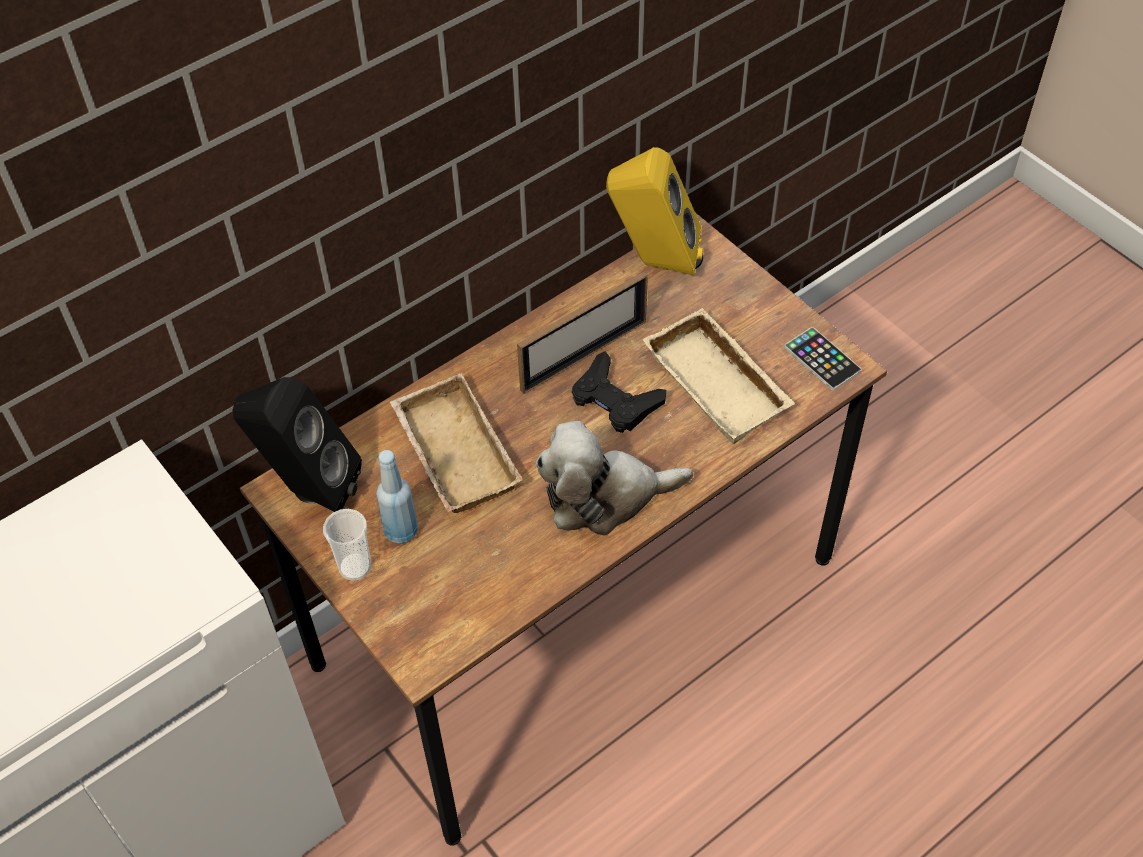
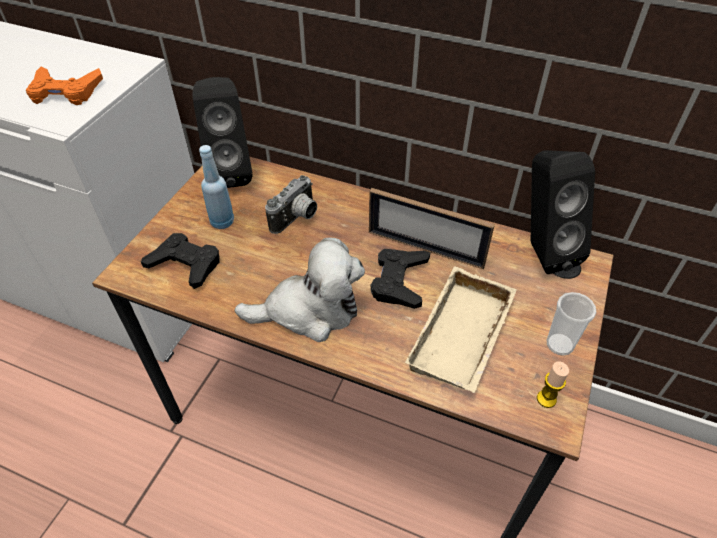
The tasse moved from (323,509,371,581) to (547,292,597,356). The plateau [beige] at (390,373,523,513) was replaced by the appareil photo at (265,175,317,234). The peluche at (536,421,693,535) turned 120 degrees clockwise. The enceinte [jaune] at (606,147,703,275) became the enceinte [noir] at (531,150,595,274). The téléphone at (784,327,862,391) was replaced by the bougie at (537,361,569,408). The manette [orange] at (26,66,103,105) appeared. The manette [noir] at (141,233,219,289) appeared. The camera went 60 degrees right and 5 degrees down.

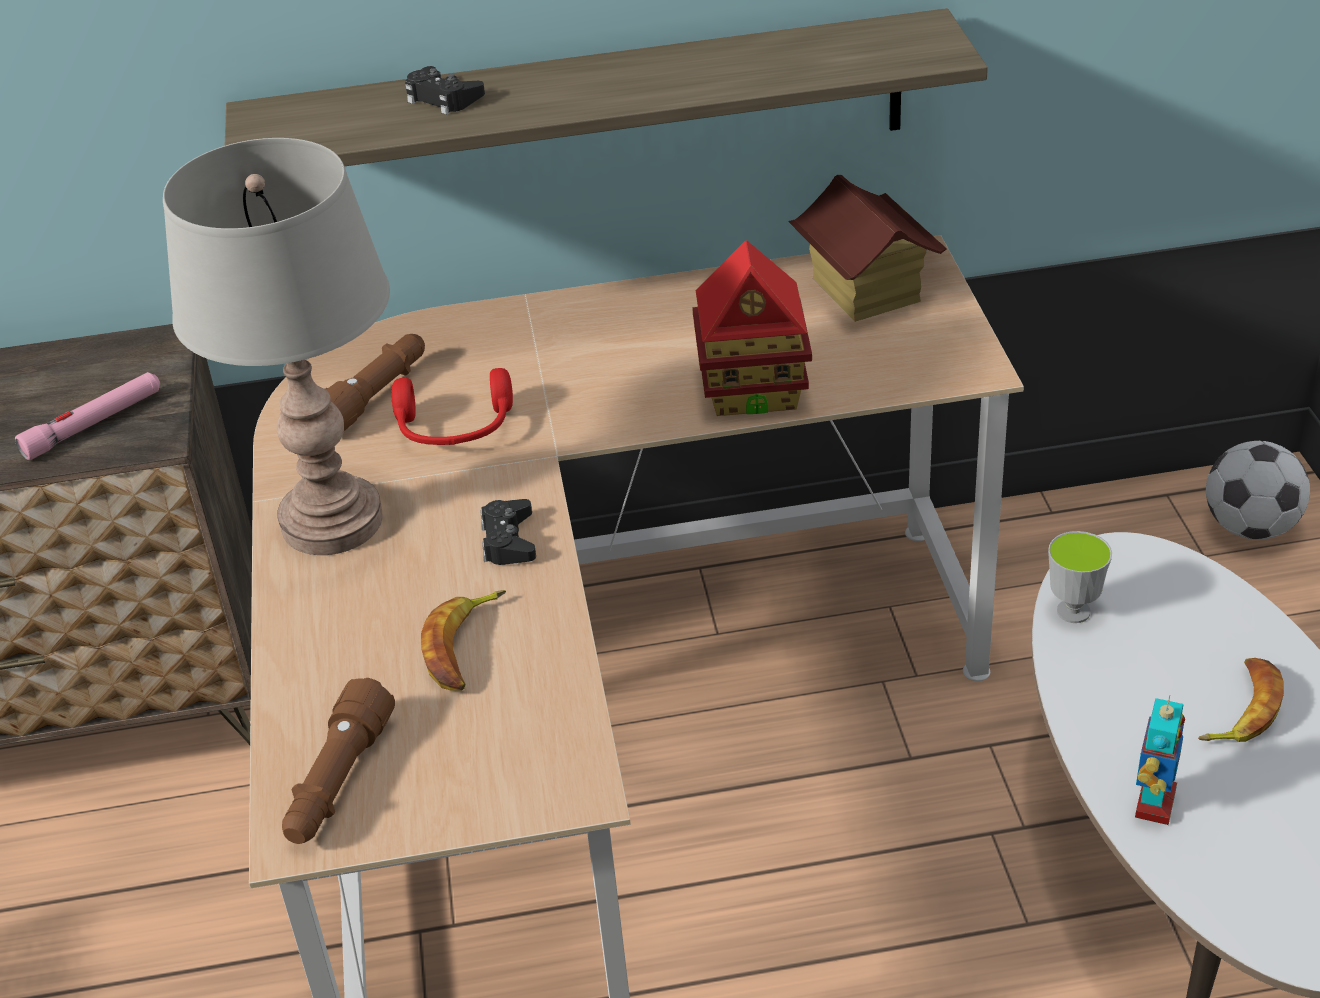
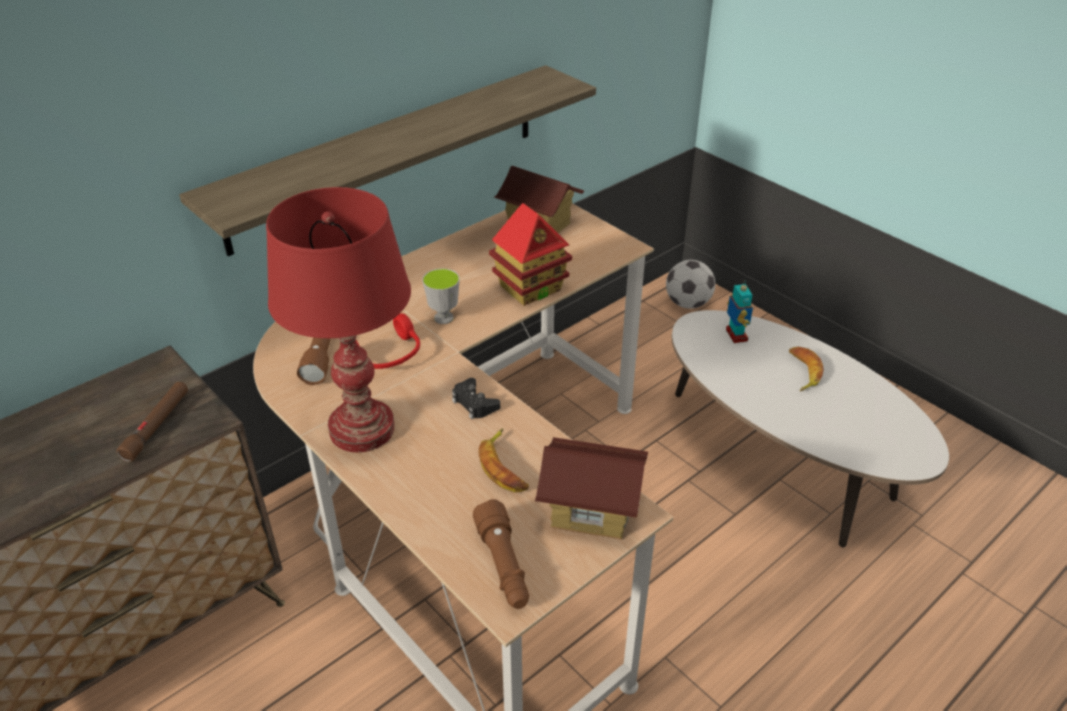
The lampe de poche [rose] at (15,372,160,460) became the lampe de poche [marron] at (116,382,188,462). The lampe de table [gris] at (163,138,390,555) became the lampe de table [rouge] at (266,187,411,452). The manette [noir] at (405,66,485,115) disappeared. The tasse moved from (1048,531,1112,623) to (422,268,460,324). The robot jouet moved from (1135,695,1185,825) to (726,280,753,343). The maison miniature at (535,437,648,540) appeared. The camera went 35 degrees left and 0 degrees up.

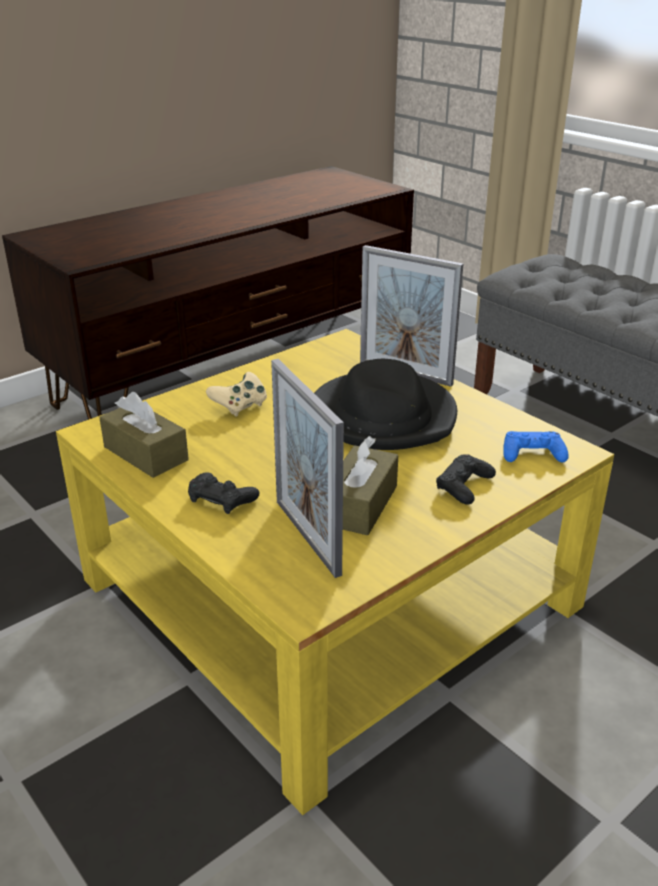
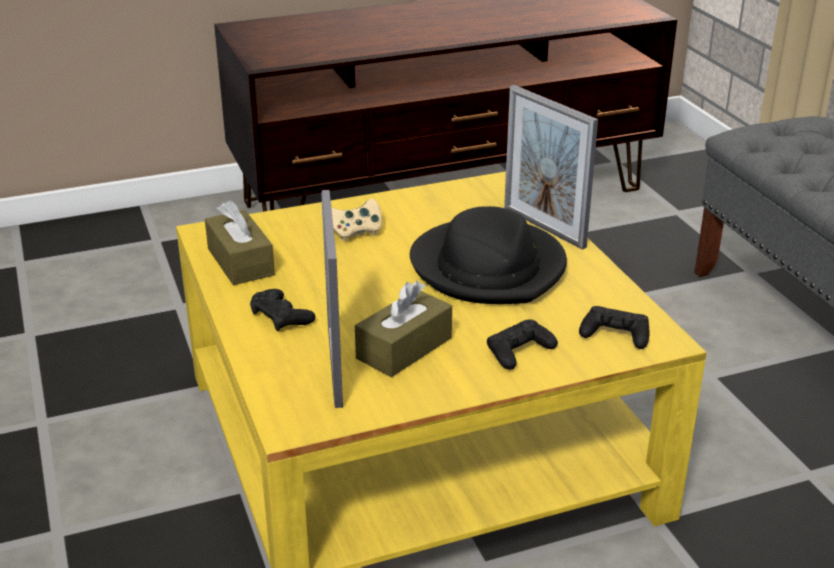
The manette [bleu] at (503,431,569,463) became the manette [noir] at (579,306,650,349). The camera went 20 degrees right and 0 degrees up.

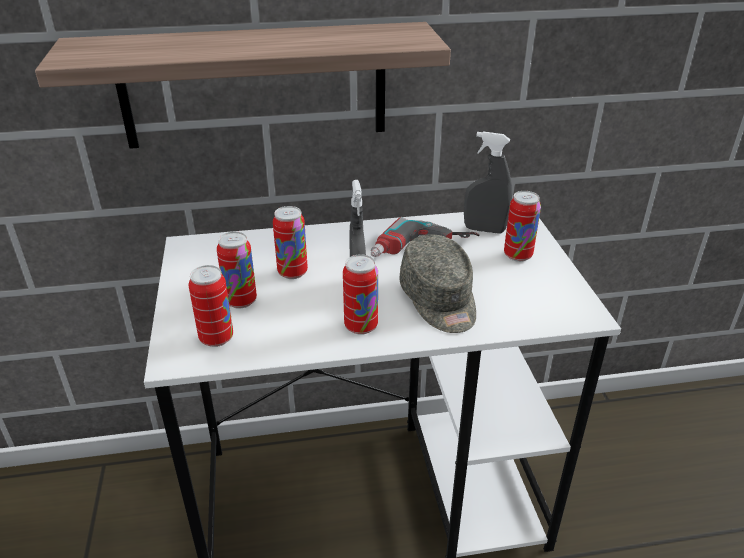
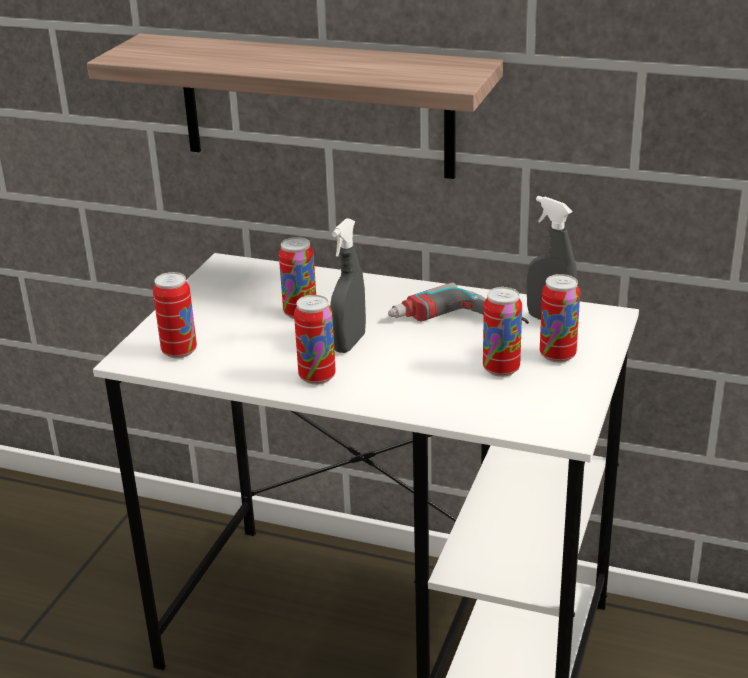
The boîte métallique moved from (217,232,257,309) to (483,287,522,377). The casquette [gris] at (399,234,476,333) disappeared. The camera went 30 degrees right and 5 degrees down.

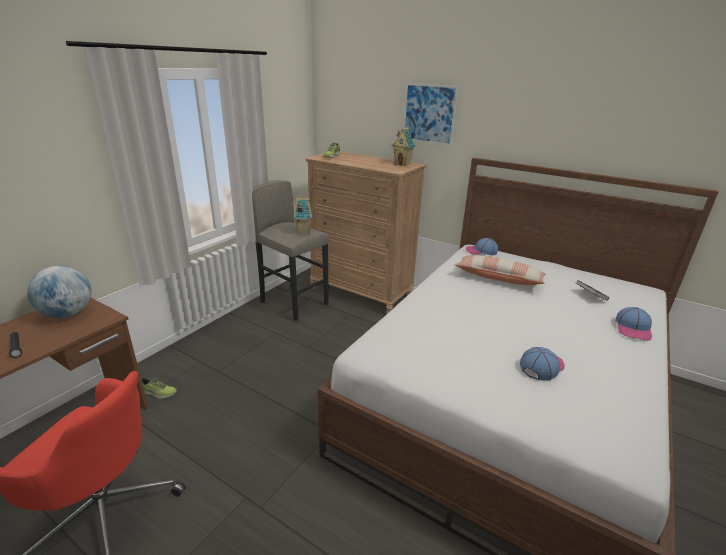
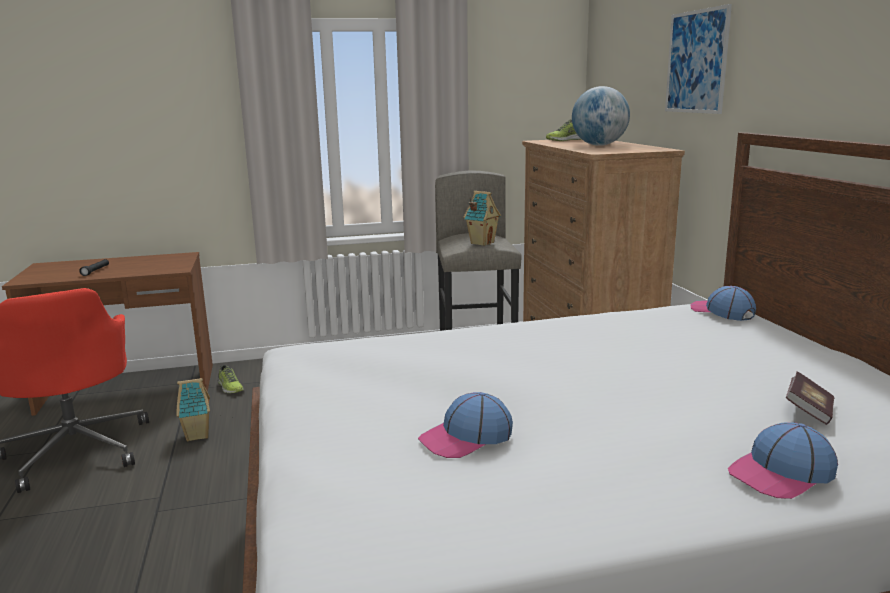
The globe moved from (27,265,91,318) to (572,86,630,146). The maison miniature moved from (391,127,416,166) to (176,378,210,441). The coussin at (455,255,545,285) disappeared. The casquette at (520,347,565,380) turned 150 degrees clockwise. The camera went 45 degrees right and 10 degrees down.

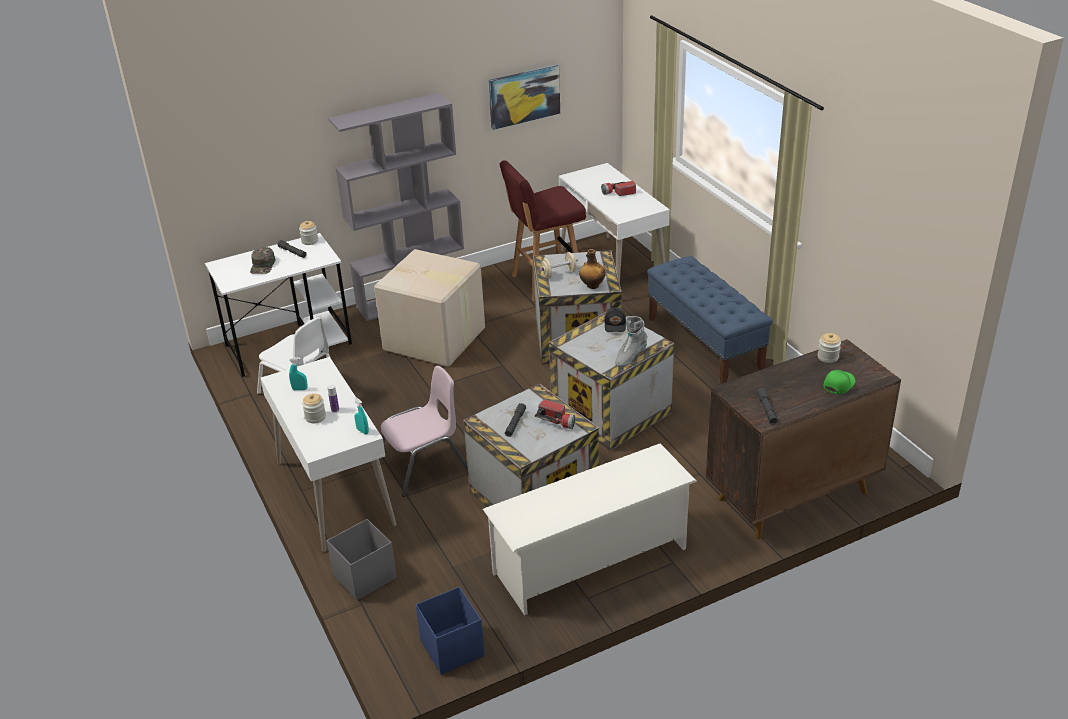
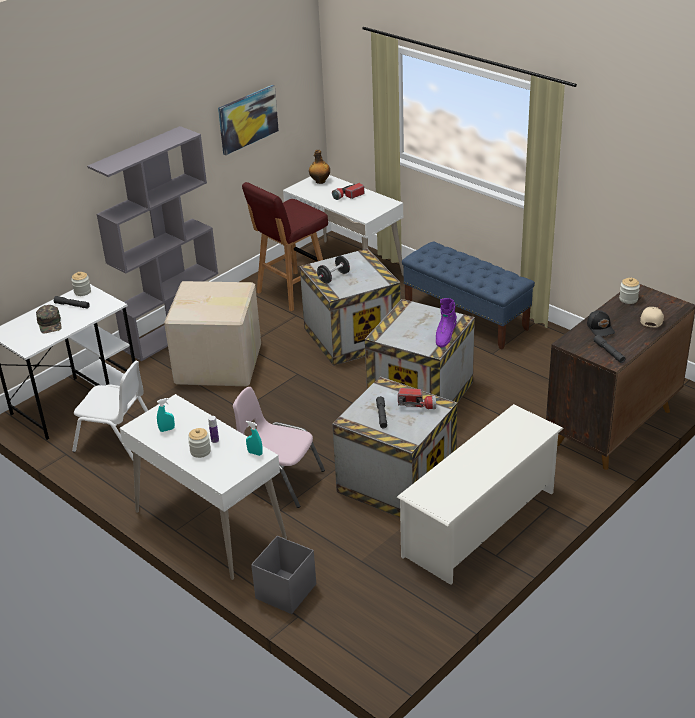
The chaise [rose] at (379,366,468,497) turned 105 degrees counterclockwise. The boîte de rangement [bleu] at (416,587,485,675) disappeared. The haltère [beige] at (539,252,578,278) became the haltère [noir] at (317,256,350,284). The bouteille moved from (579,249,606,289) to (309,150,330,184). The casquette [noir] moved from (605,308,626,332) to (587,310,615,337). The botte [gris] at (615,316,648,367) became the botte [violet] at (436,298,457,348). The casquette [vert] at (823,370,855,394) became the casquette [beige] at (640,307,664,327). The camera went 20 degrees left and 0 degrees up.

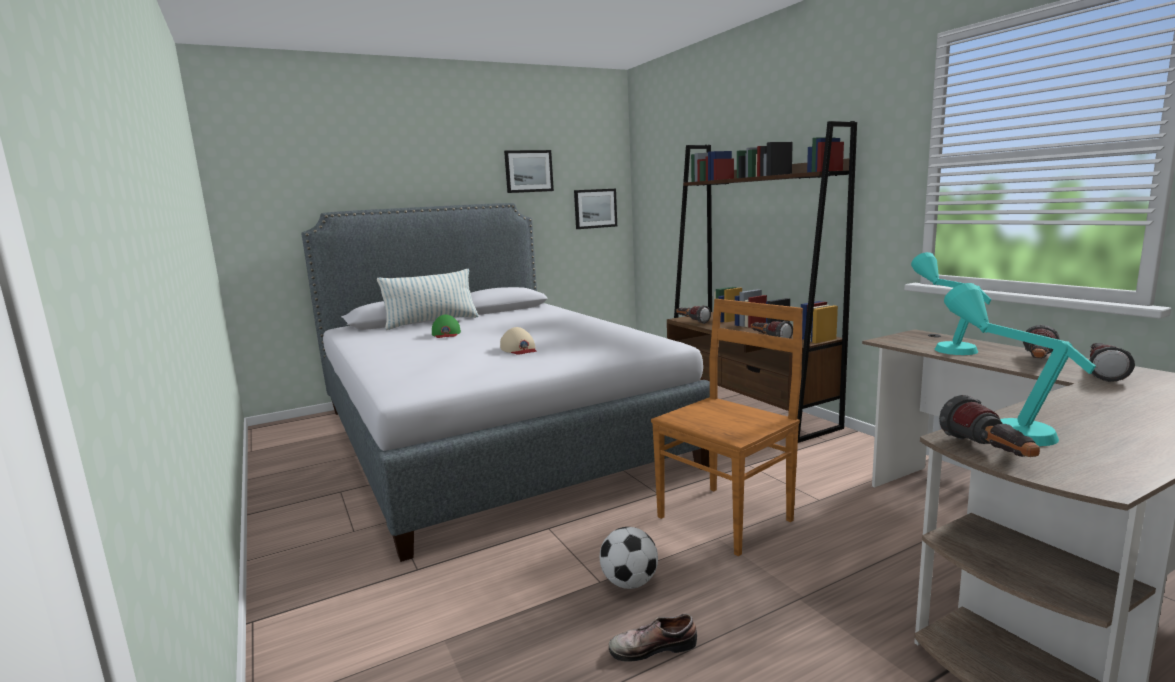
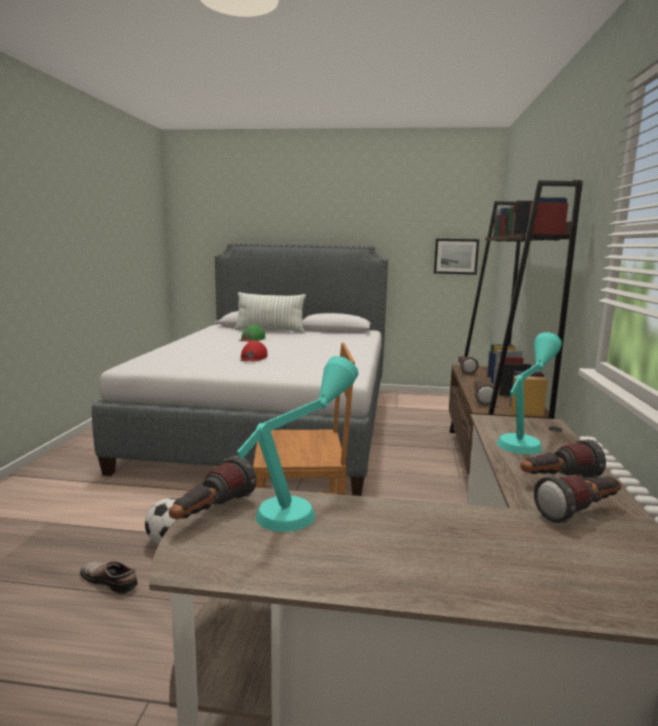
The casquette [beige] at (500,327,536,355) became the casquette [rouge] at (241,341,267,362). The tableau at (504,150,554,193) disappeared. The camera went 35 degrees right and 0 degrees up.

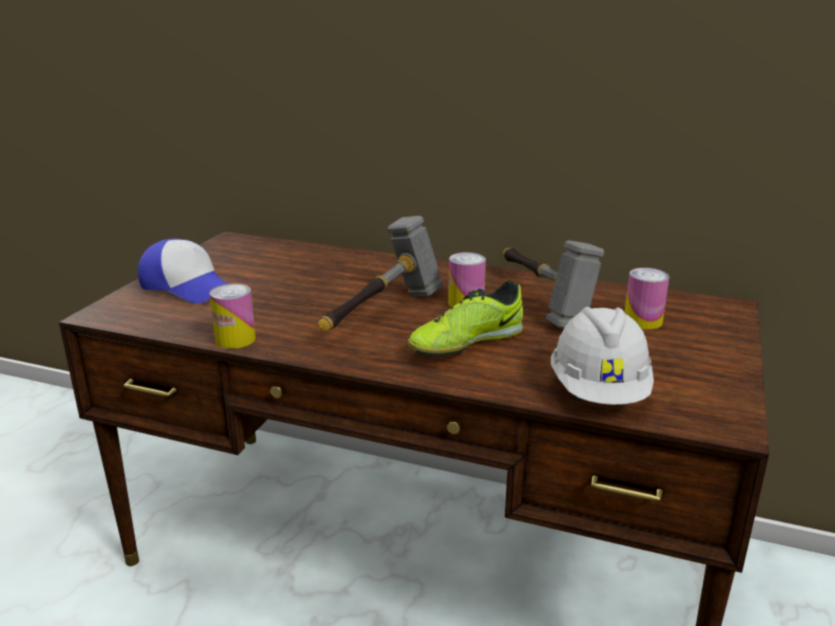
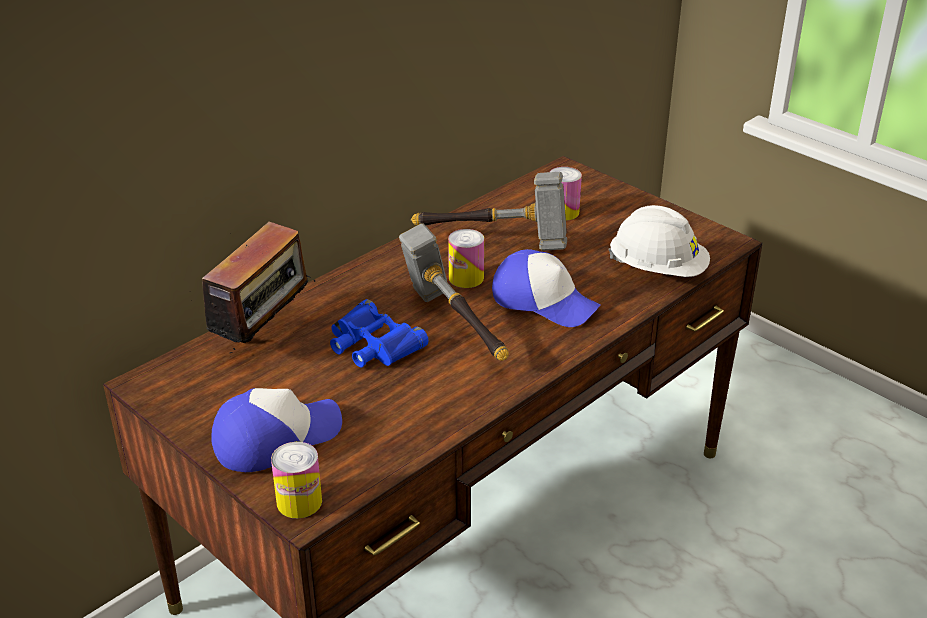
The boîte métallique moved from (209,283,256,349) to (271,442,322,518). The chaussure at (407,280,523,356) was replaced by the casquette at (492,249,600,327). The radio at (189,222,316,357) appeared. The jumelles [bleu] at (330,299,428,367) appeared. The camera went 65 degrees left and 10 degrees up.

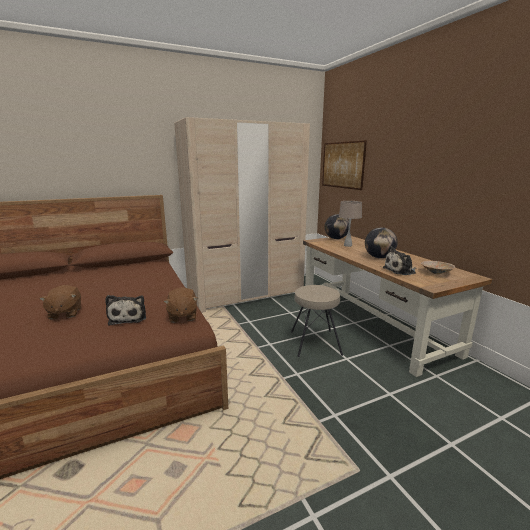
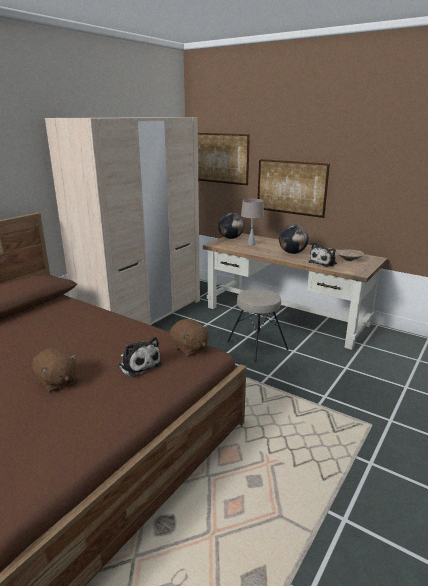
The tableau at (258,159,330,218) appeared. The camera went 30 degrees left and 5 degrees up.

